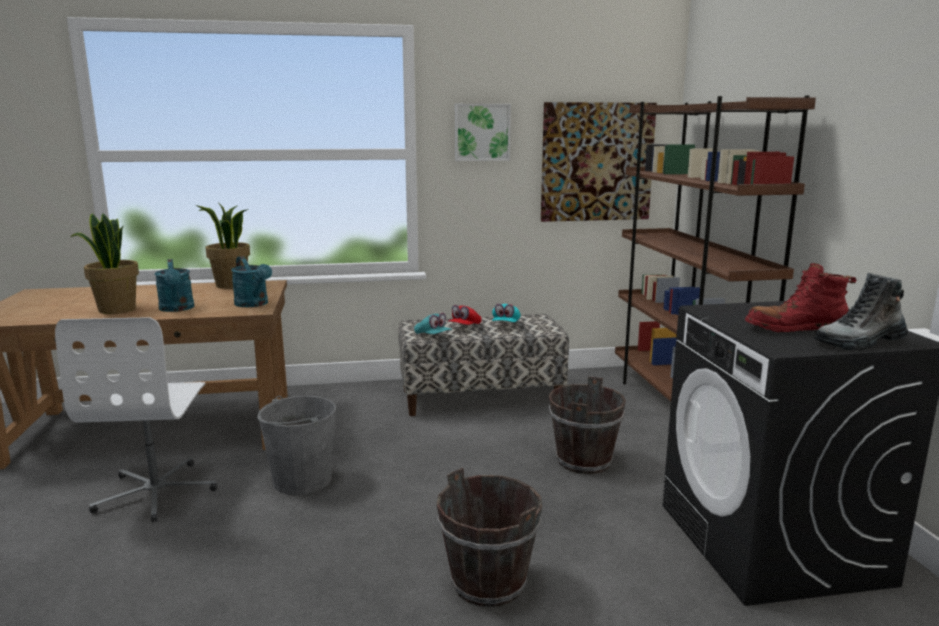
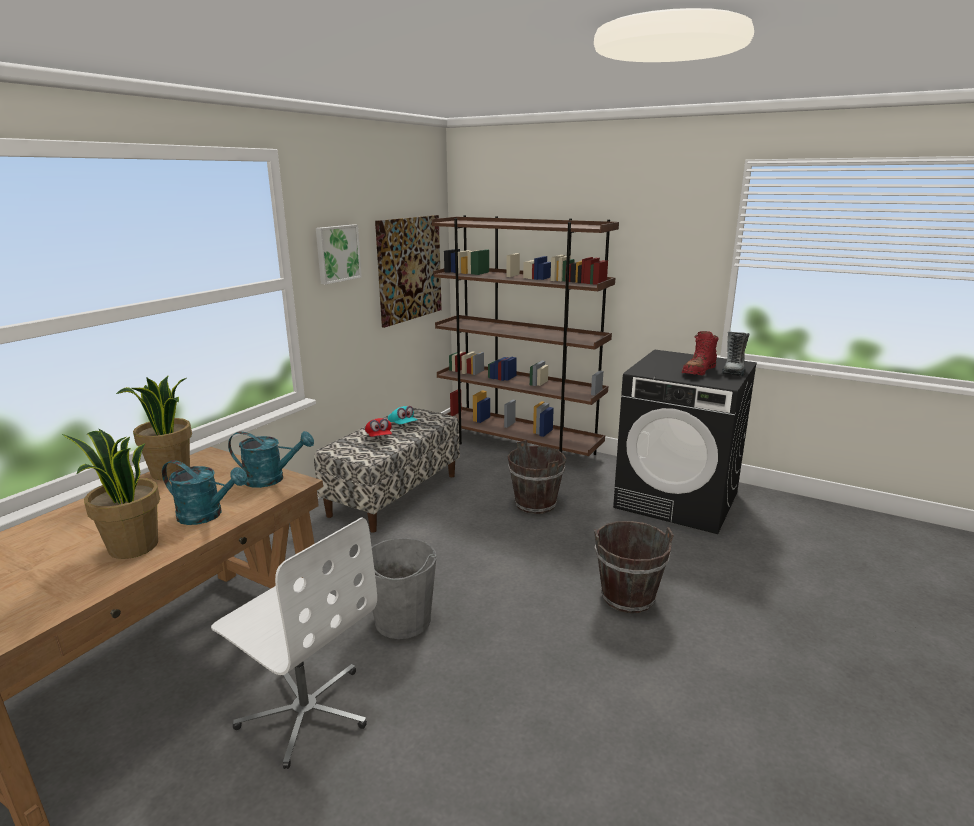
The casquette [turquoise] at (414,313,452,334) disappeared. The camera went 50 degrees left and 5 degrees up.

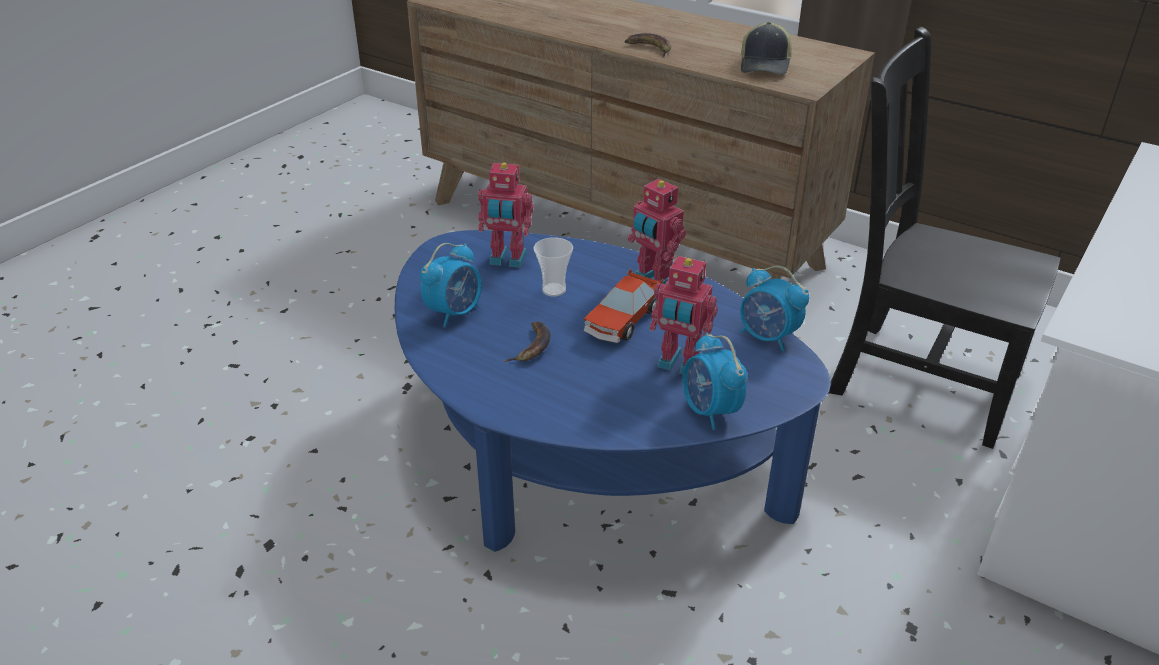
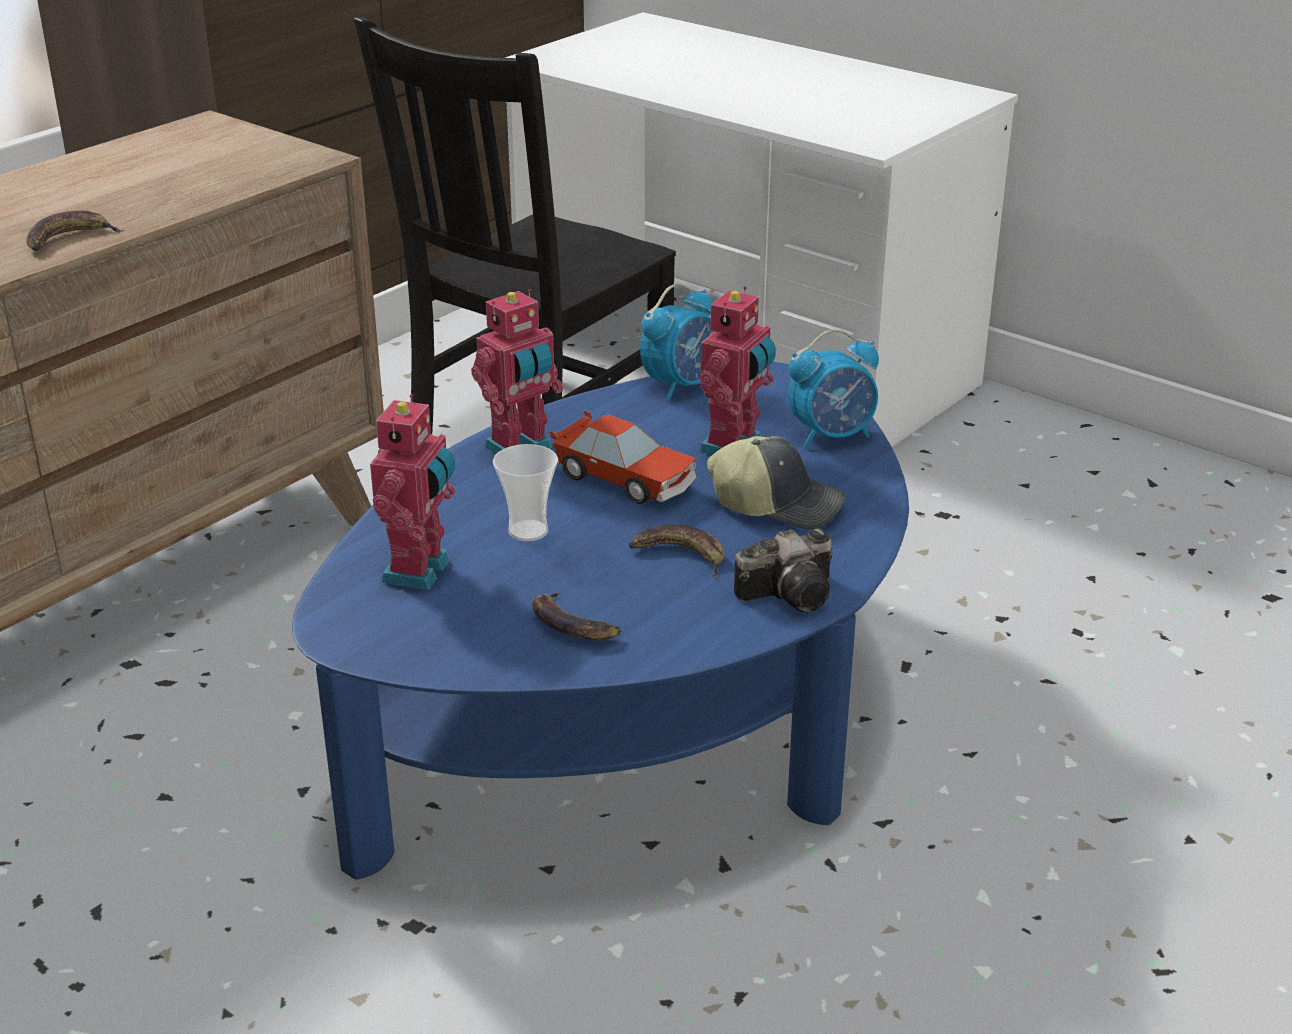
The réveil at (420,243,482,328) was replaced by the banane at (532,590,621,640). The casquette moved from (741,22,792,75) to (707,436,846,529). The appareil photo at (734,528,833,612) appeared. The camera went 85 degrees left and 5 degrees down.

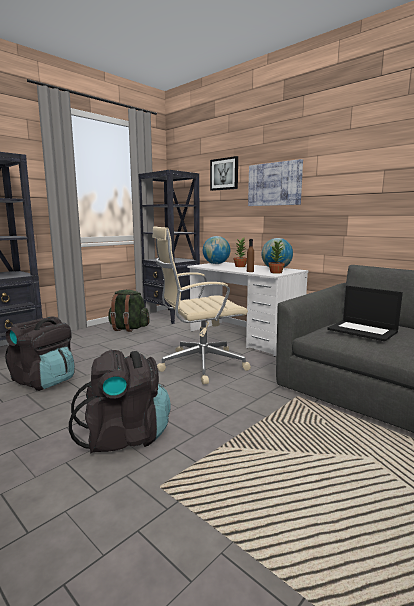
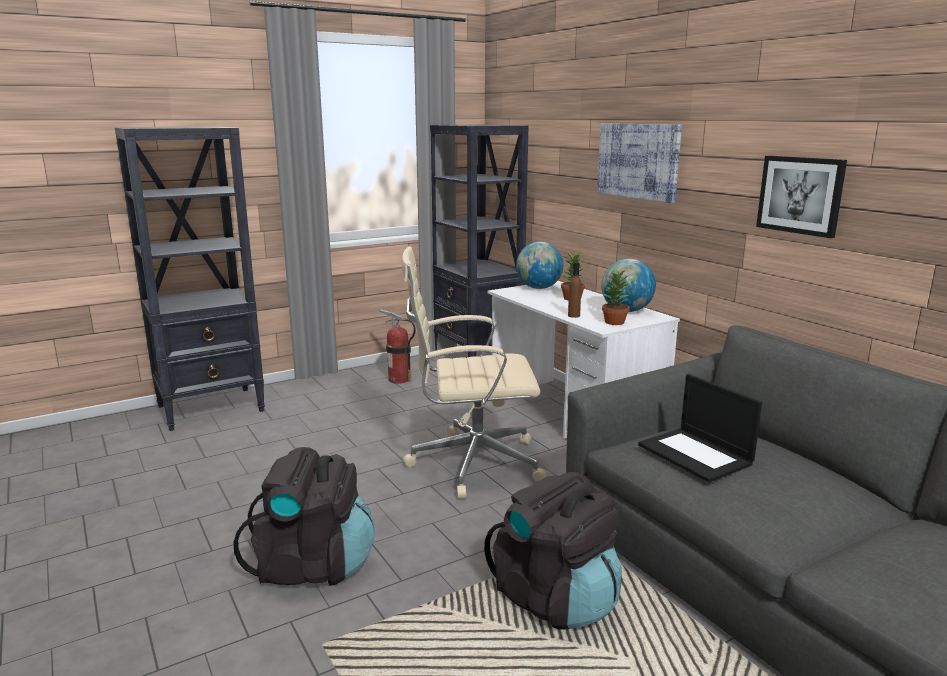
The sac à dos [noir] moved from (5,316,75,391) to (484,472,622,630). The sac à dos [vert] at (108,290,150,332) was replaced by the extincteur at (379,309,416,384). The tableau moved from (210,156,238,191) to (756,156,847,238). The camera went 15 degrees right and 5 degrees up.

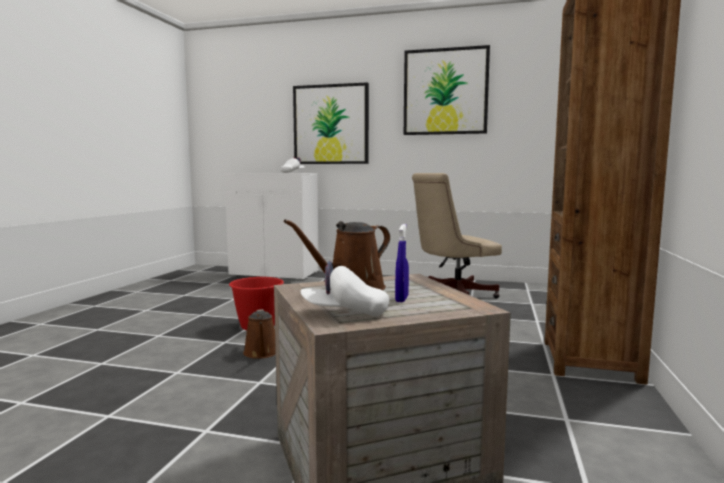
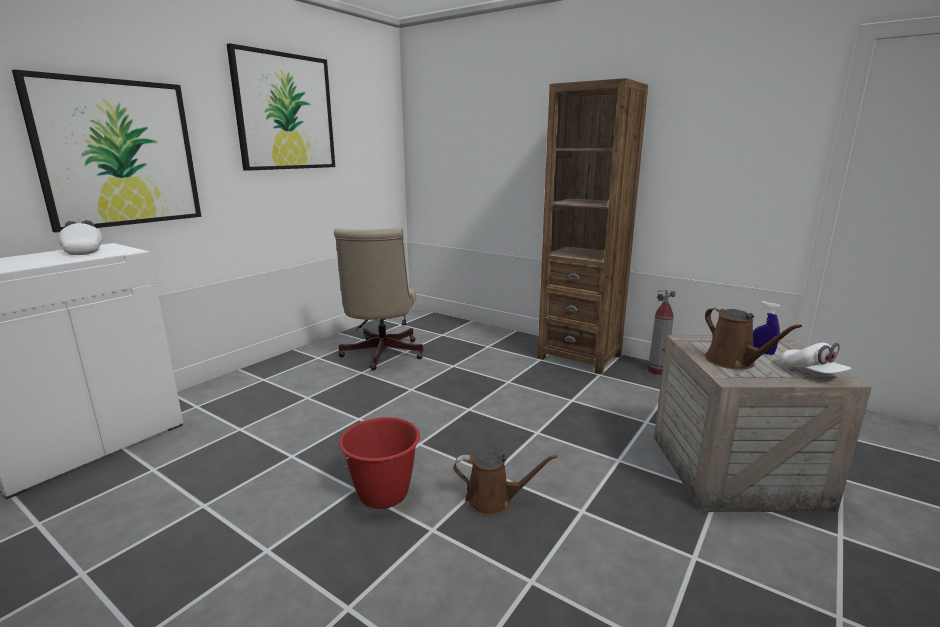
The casquette [blanc] at (300,261,389,316) turned 45 degrees counterclockwise. The extincteur at (648,290,676,375) appeared. The camera went 70 degrees left and 10 degrees up.

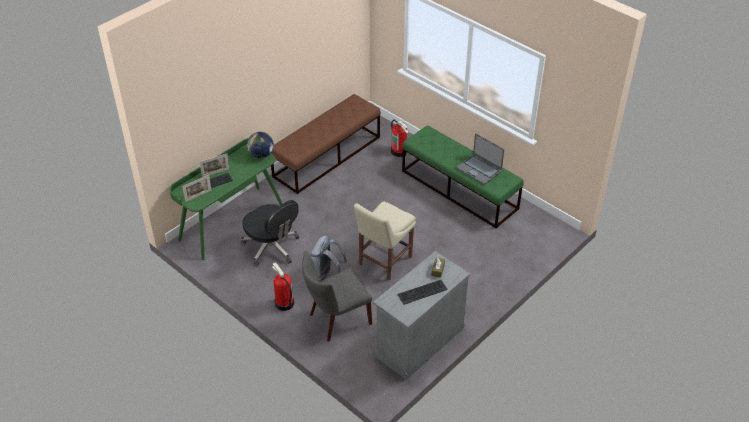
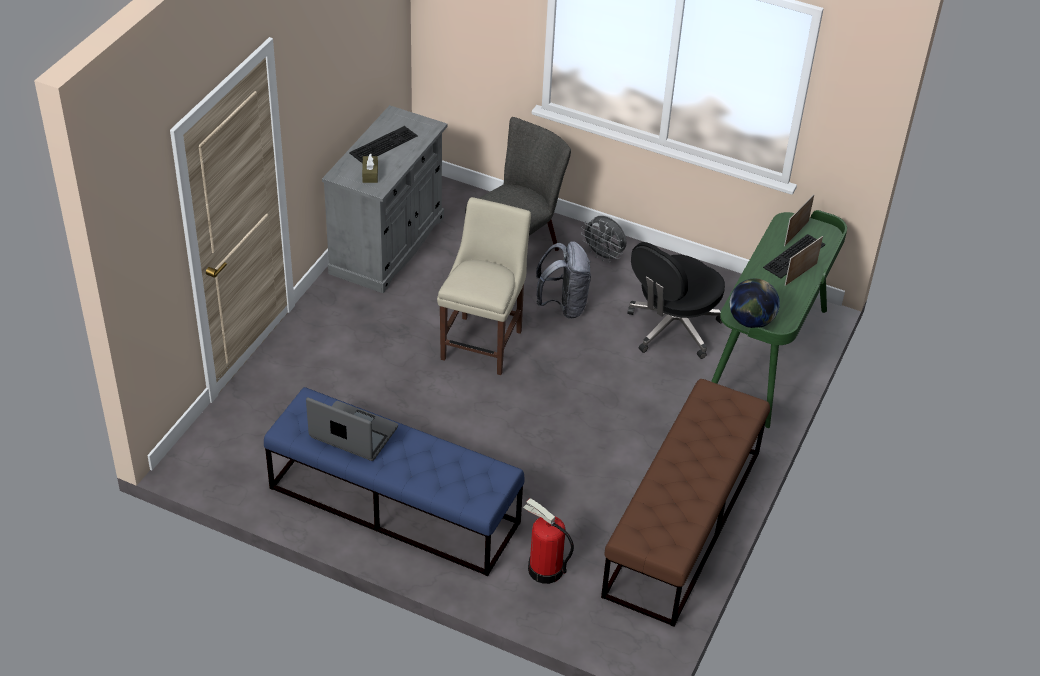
The chaise de bureau [noir] at (241,200,299,267) turned 75 degrees counterclockwise. The extincteur at (272,262,294,311) was replaced by the ventilateur [gris] at (581,216,626,263). The banc [vert] at (402,125,524,228) became the banc [bleu] at (264,387,525,576). The camera went 160 degrees right and 0 degrees up.

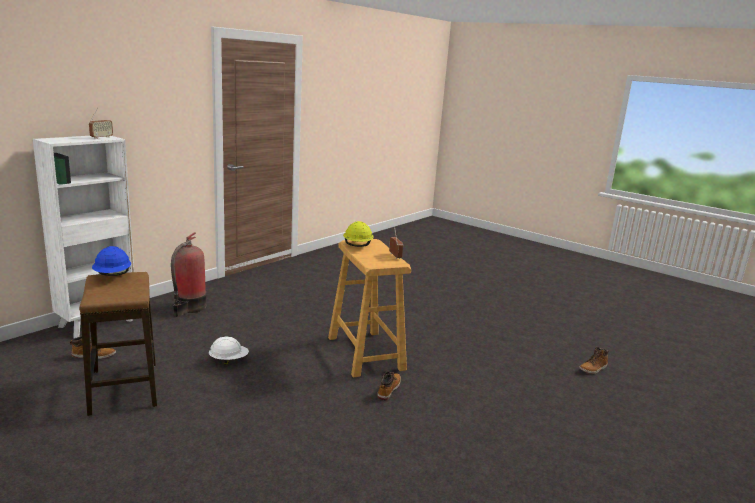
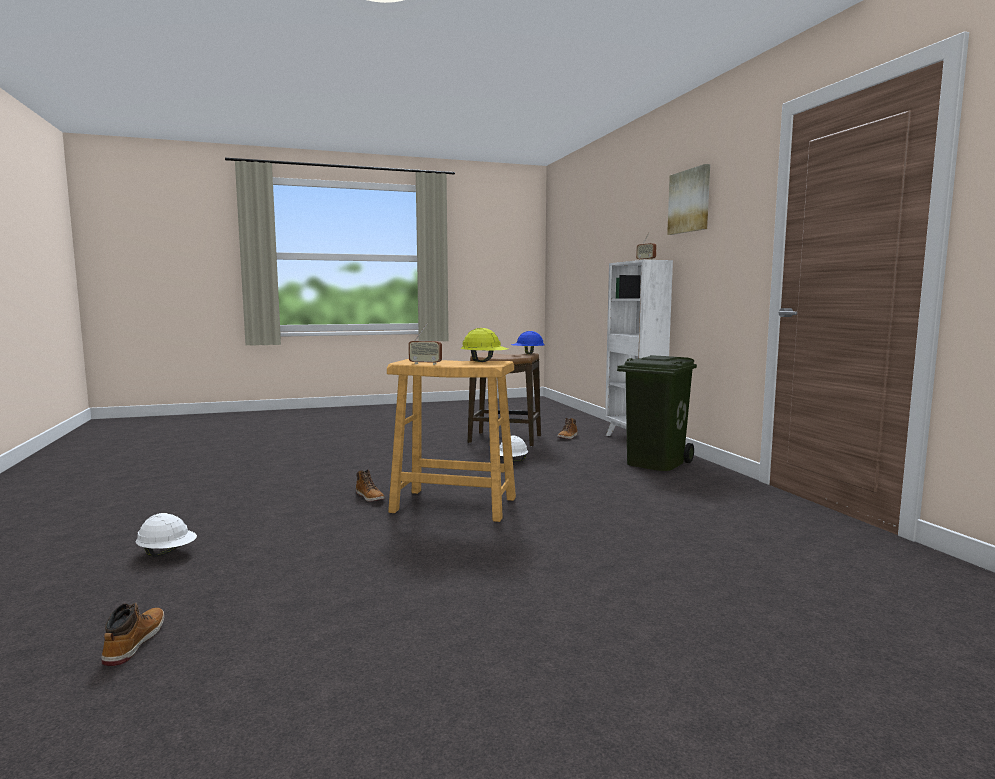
The extincteur at (171,232,207,317) was replaced by the poubelle [vert] at (617,355,697,471). The casque de chantier [blanc] at (135,513,197,557) appeared. The tableau at (667,164,710,235) appeared. The camera went 125 degrees right and 10 degrees down.

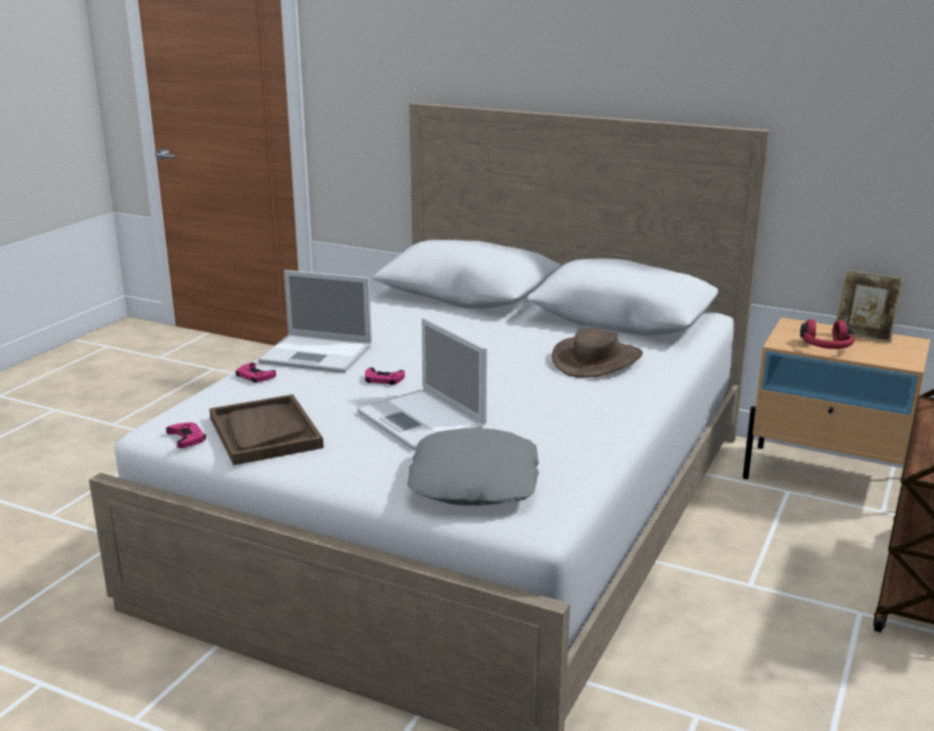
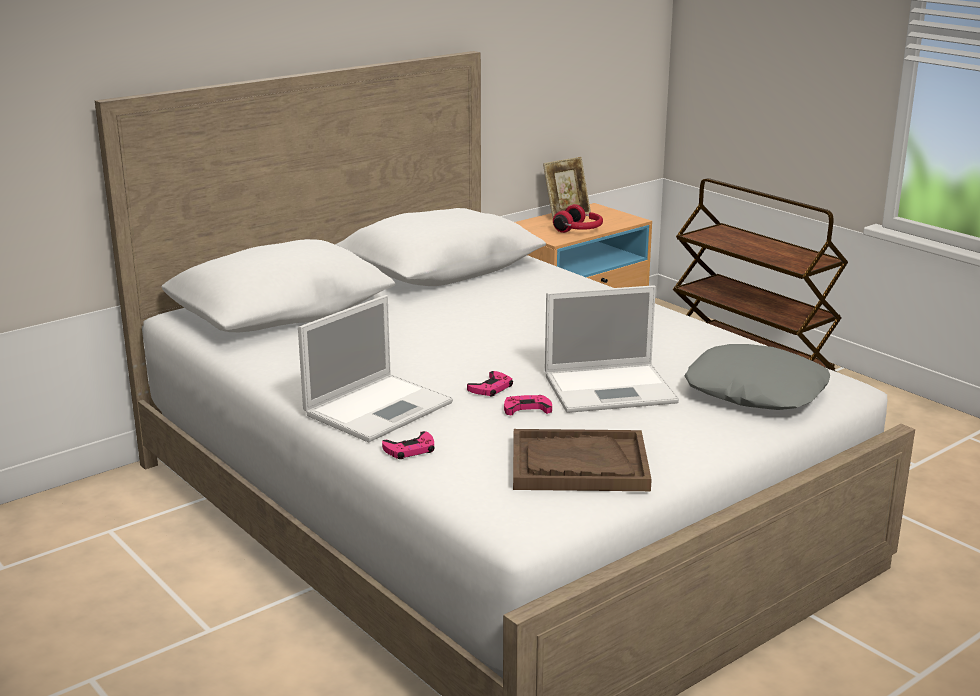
The manette [rose] moved from (166,422,206,448) to (504,395,552,415). The chapeau [marron] at (552,328,643,378) disappeared. The camera went 65 degrees left and 0 degrees up.

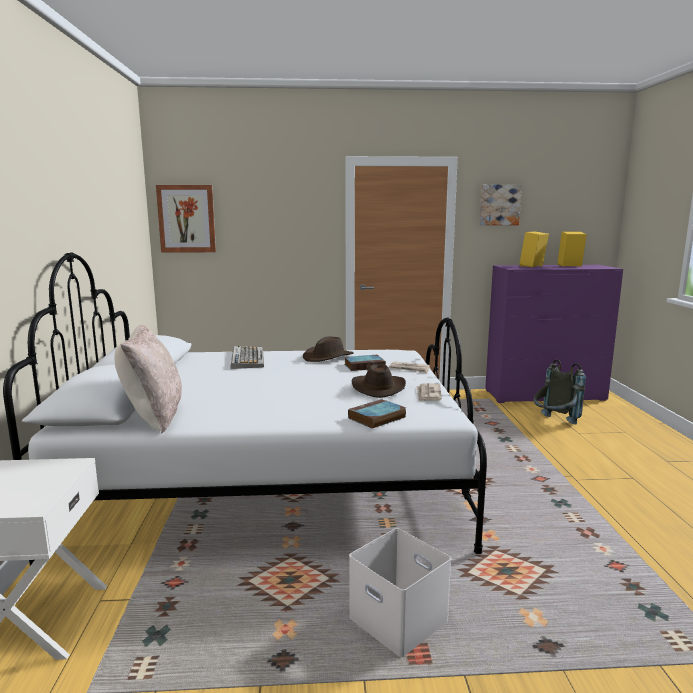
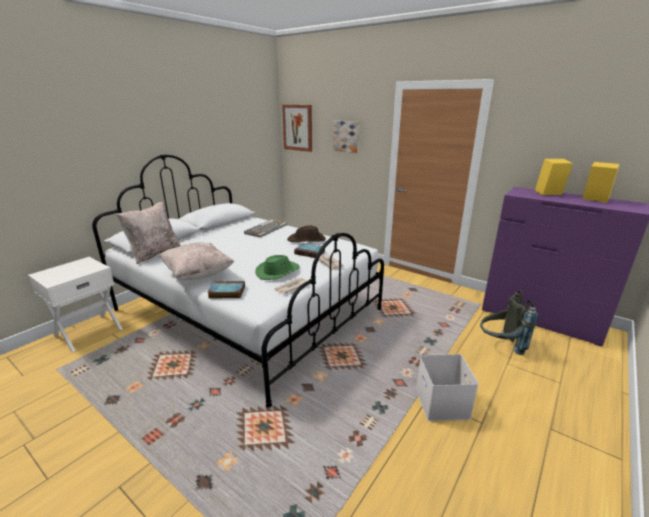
The boîte de rangement [blanc] moved from (349,528,451,657) to (416,354,479,421). The chapeau [marron] at (352,364,406,398) became the chapeau [vert] at (255,255,299,280). The tableau moved from (479,184,522,225) to (333,121,359,153). The coussin [beige] at (159,242,234,280) appeared. The camera went 40 degrees right and 10 degrees up.

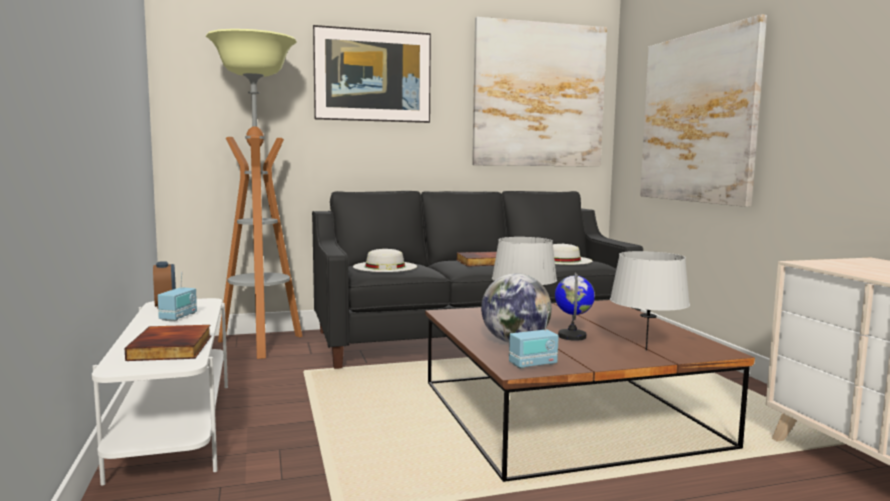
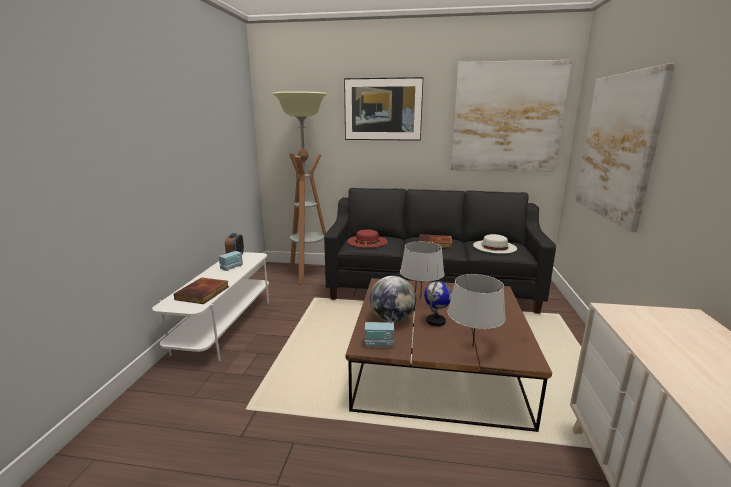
The chapeau [blanc] at (353,249,417,272) became the chapeau [rouge] at (347,229,388,248). The camera went 25 degrees right and 10 degrees up.

